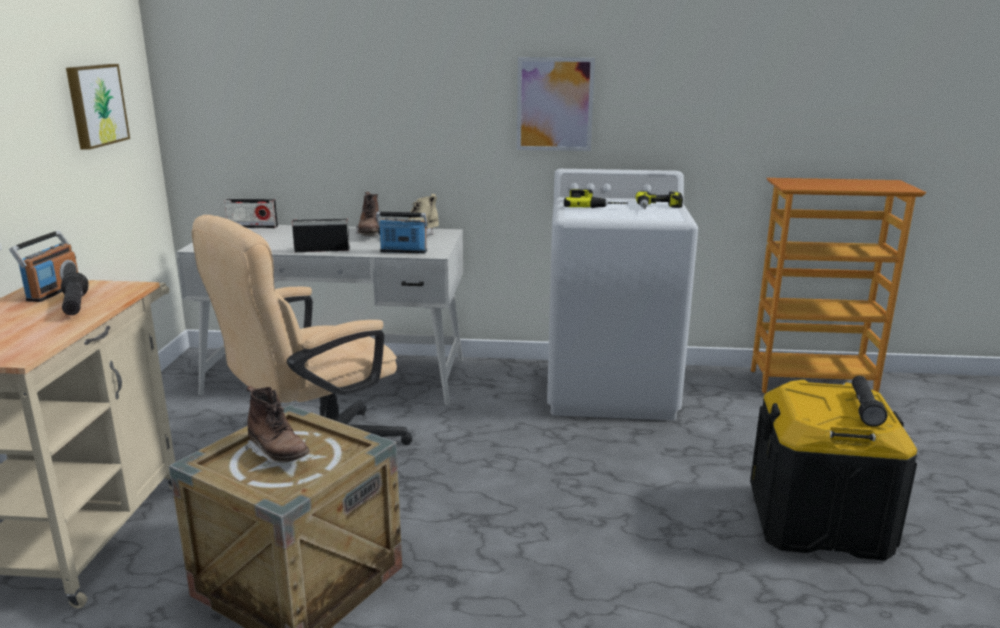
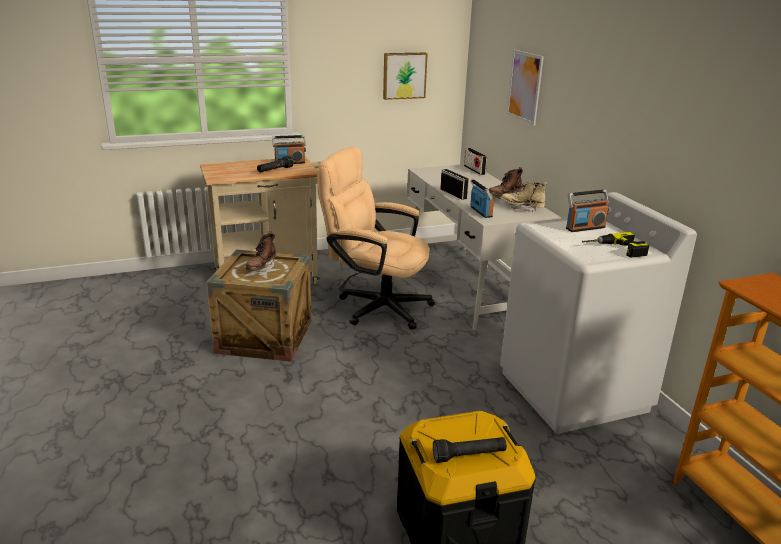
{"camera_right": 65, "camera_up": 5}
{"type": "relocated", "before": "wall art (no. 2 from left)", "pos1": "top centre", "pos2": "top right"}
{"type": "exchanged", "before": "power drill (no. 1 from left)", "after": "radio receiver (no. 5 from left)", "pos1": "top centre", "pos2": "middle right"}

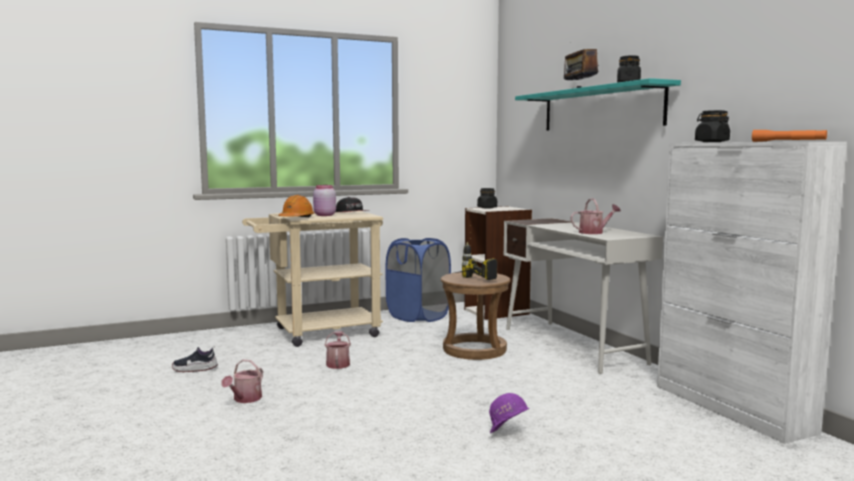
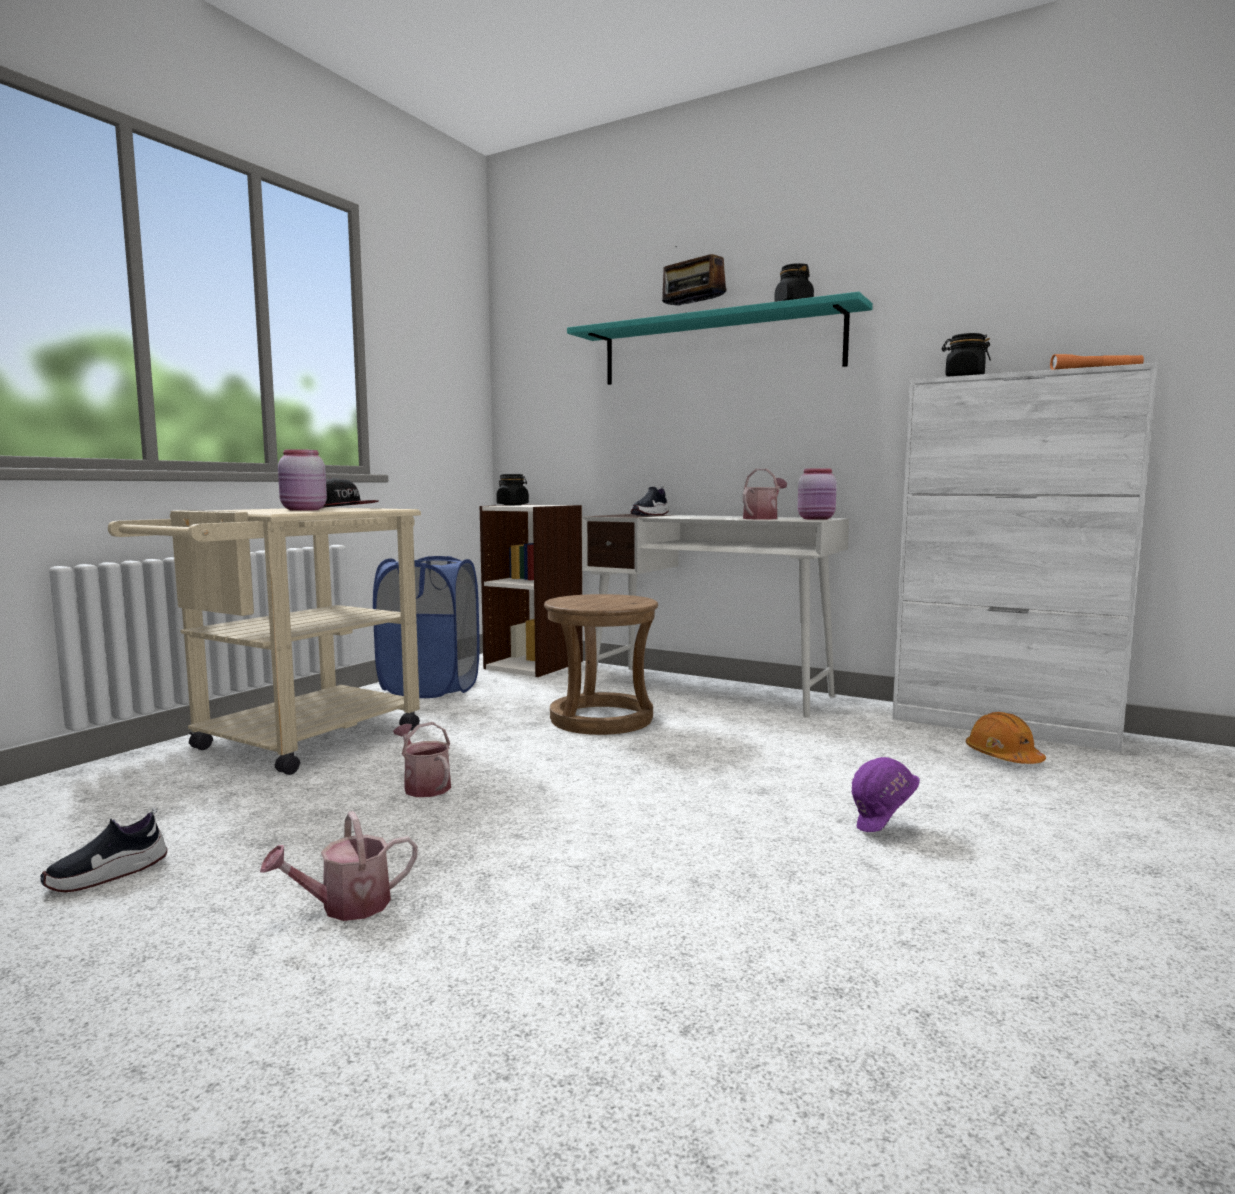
{"camera_right": -35, "camera_up": 0}
{"type": "spun", "before": "sprinkling can (no. 1 from left)", "pos1": "bottom left", "pos2": "bottom left", "turn": 75}
{"type": "appeared", "after": "shoe (no. 2 from left)", "pos2": "centre"}
{"type": "appeared", "after": "pink-coloured storage jar (no. 2 from left)", "pos2": "centre"}
{"type": "relocated", "before": "orange work helmet", "pos1": "centre", "pos2": "middle right"}
{"type": "missing", "before": "power drill", "pos1": "centre"}

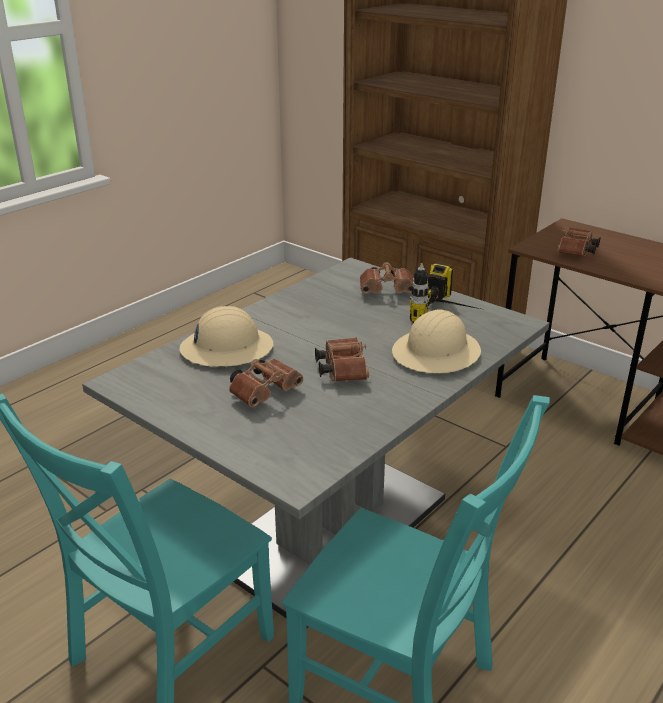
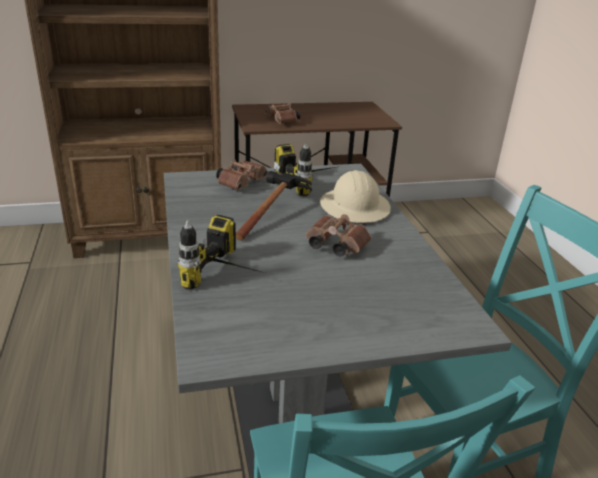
{"camera_right": -55, "camera_up": 0}
{"type": "exchanged", "before": "sand-coloured work helmet (no. 1 from left)", "after": "power drill (no. 1 from left)", "pos1": "centre", "pos2": "centre"}
{"type": "appeared", "after": "hand hammer", "pos2": "centre"}
{"type": "missing", "before": "brown-coloured binoculars (no. 1 from left)", "pos1": "centre"}

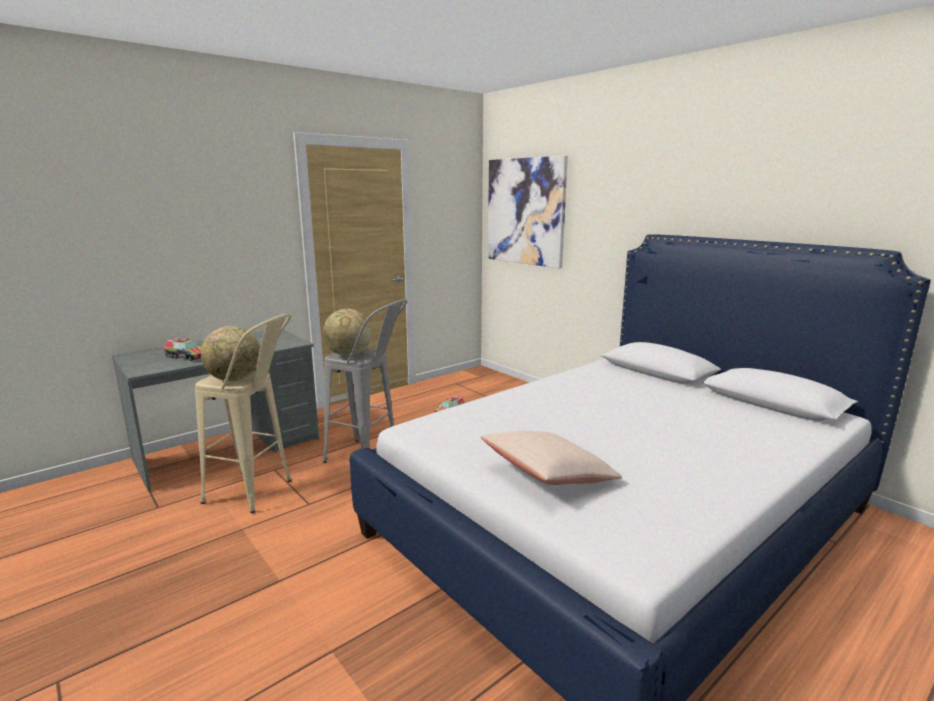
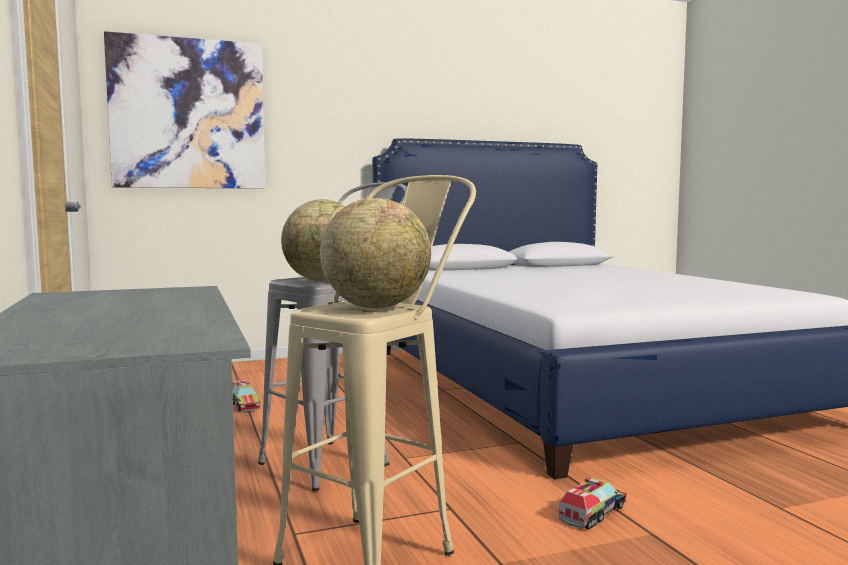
{"camera_right": -70, "camera_up": -10}
{"type": "relocated", "before": "toy lorry (no. 1 from left in the first image)", "after": "toy lorry (no. 2 from left)", "pos1": "middle left", "pos2": "bottom right"}
{"type": "missing", "before": "sand-coloured throw pillow", "pos1": "centre"}

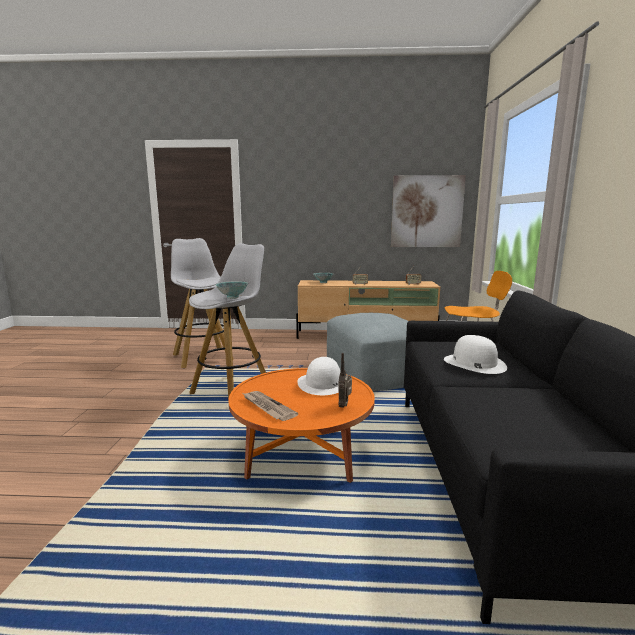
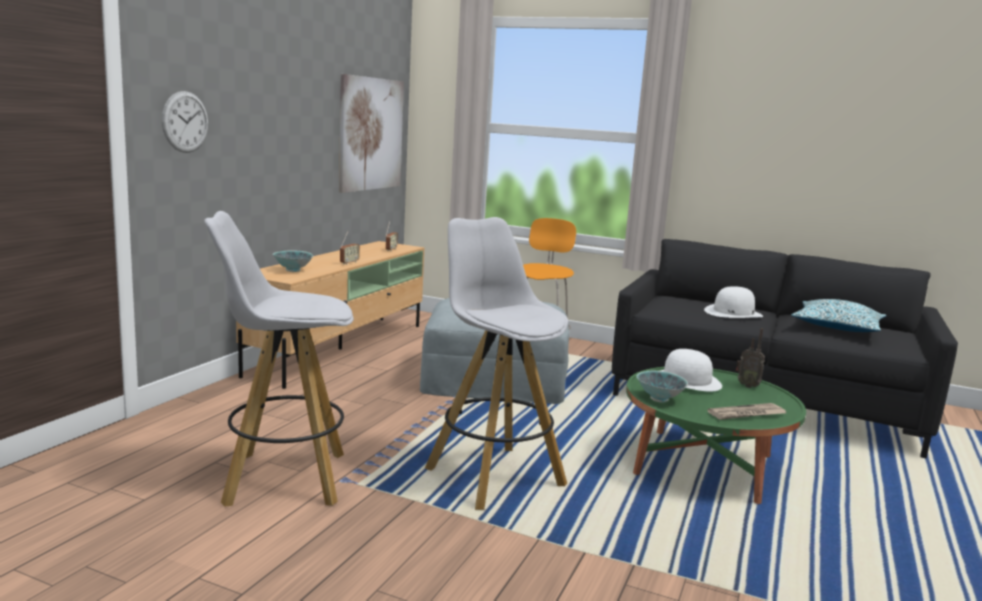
{"camera_right": -70, "camera_up": 0}
{"type": "appeared", "after": "hanging clock", "pos2": "top left"}
{"type": "colour", "before": "orange coffee table", "after": "greenish coffee table", "pos1": "bottom centre", "pos2": "bottom right"}
{"type": "relocated", "before": "serving bowl (no. 1 from left in the first image)", "after": "serving bowl (no. 2 from left)", "pos1": "centre", "pos2": "middle right"}
{"type": "appeared", "after": "throw pillow", "pos2": "middle right"}

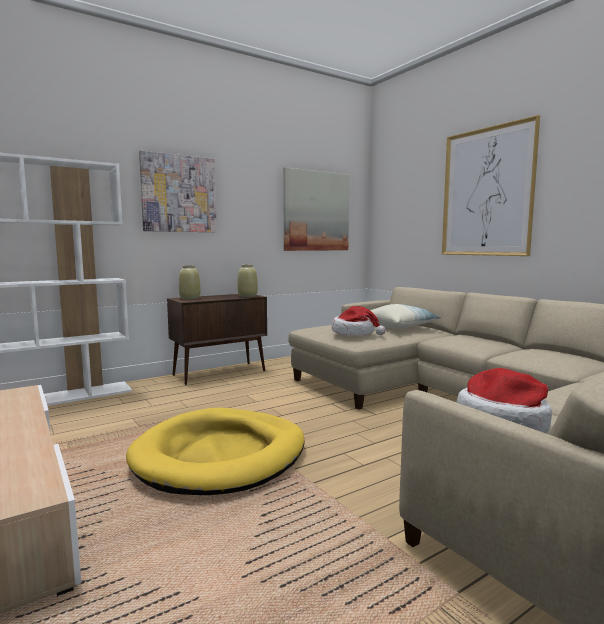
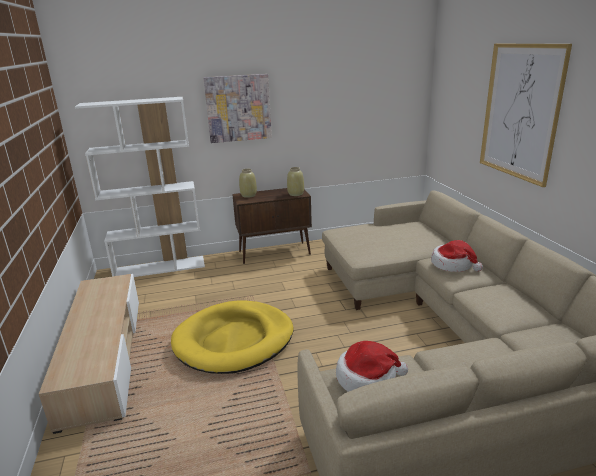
{"camera_right": 20, "camera_up": 15}
{"type": "relocated", "before": "hat (no. 1 from left in the first image)", "after": "hat (no. 2 from left)", "pos1": "centre", "pos2": "middle right"}
{"type": "missing", "before": "wall art (no. 2 from left)", "pos1": "centre"}
{"type": "missing", "before": "throw pillow", "pos1": "middle right"}

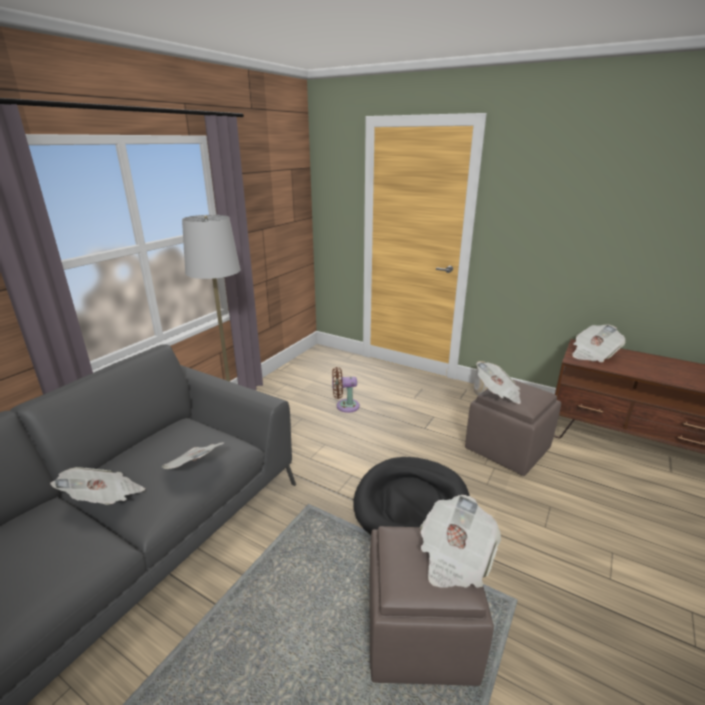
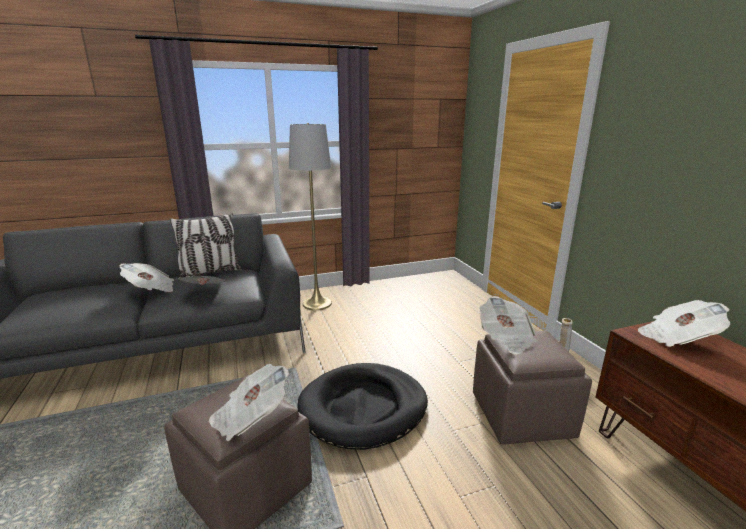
{"camera_right": 40, "camera_up": -5}
{"type": "appeared", "after": "throw pillow", "pos2": "middle left"}
{"type": "missing", "before": "brown-coloured fan", "pos1": "centre"}

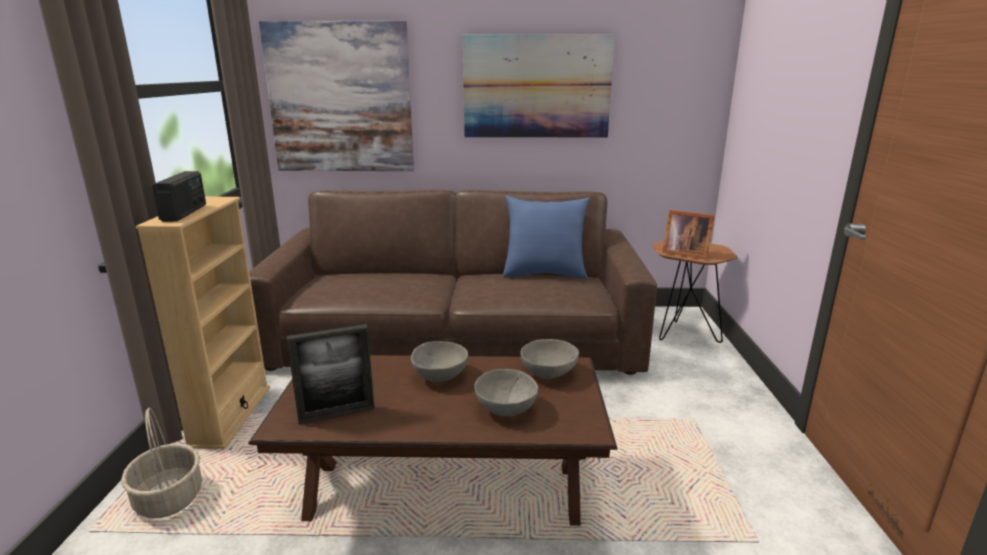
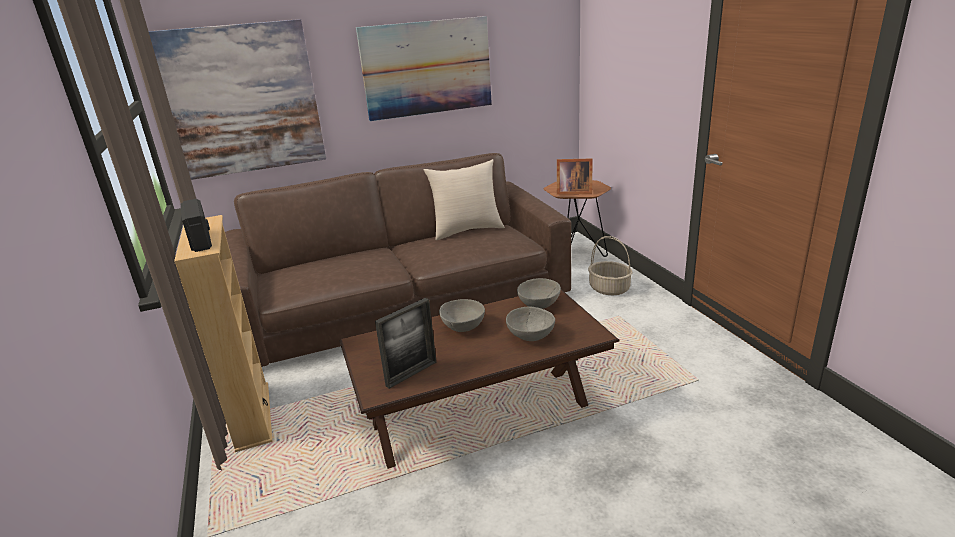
{"camera_right": -20, "camera_up": 5}
{"type": "colour", "before": "bluish throw pillow", "after": "sand-coloured throw pillow", "pos1": "centre", "pos2": "centre"}
{"type": "relocated", "before": "household basket", "pos1": "bottom left", "pos2": "centre"}

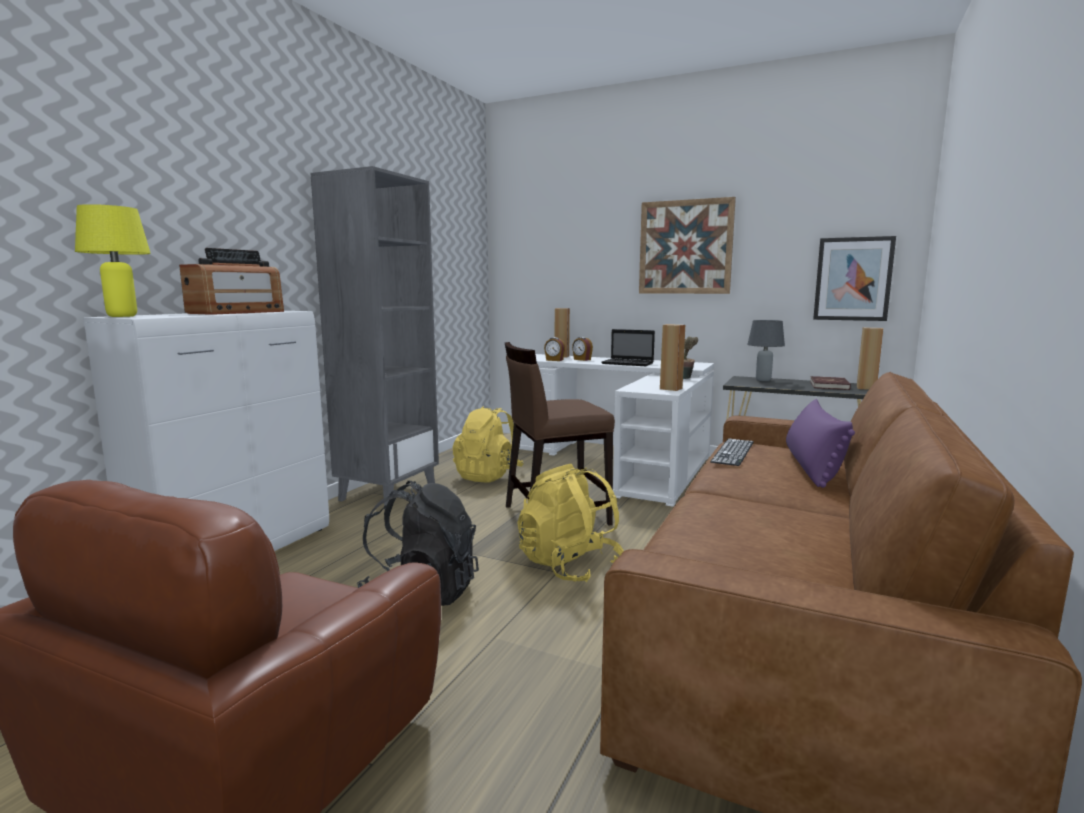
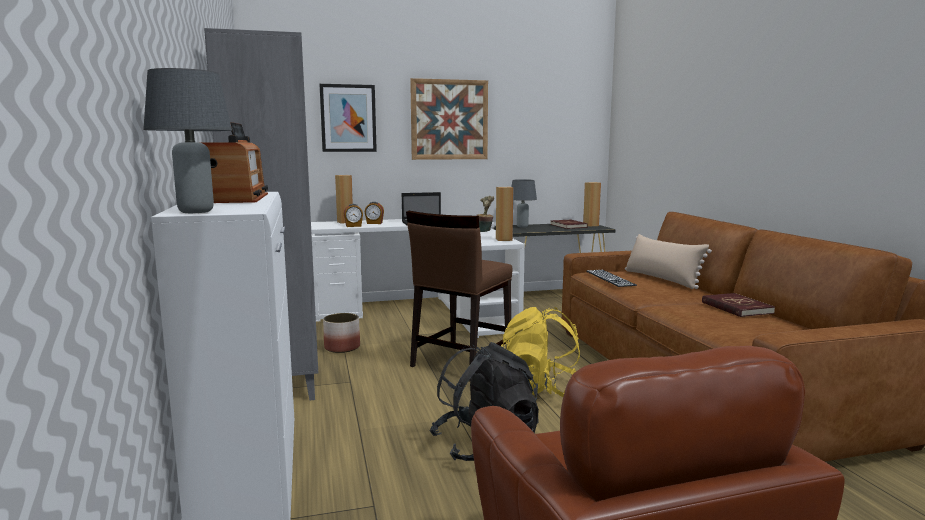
{"camera_right": -40, "camera_up": 0}
{"type": "colour", "before": "yellow-coloured tabletop lamp", "after": "grey tabletop lamp (no. 1 from left)", "pos1": "top left", "pos2": "top left"}
{"type": "relocated", "before": "wall art (no. 2 from left in the first image)", "after": "wall art (no. 1 from left)", "pos1": "middle right", "pos2": "top centre"}
{"type": "exchanged", "before": "yellow-coloured backpack (no. 1 from left)", "after": "flower pot", "pos1": "centre", "pos2": "centre"}
{"type": "colour", "before": "purple throw pillow", "after": "sand-coloured throw pillow", "pos1": "middle right", "pos2": "middle right"}
{"type": "appeared", "after": "red-coloured volume (no. 2 from left)", "pos2": "middle right"}

